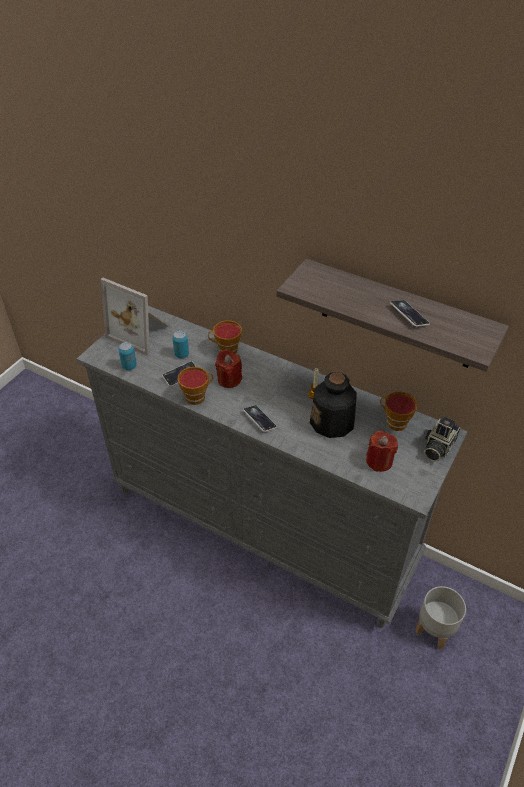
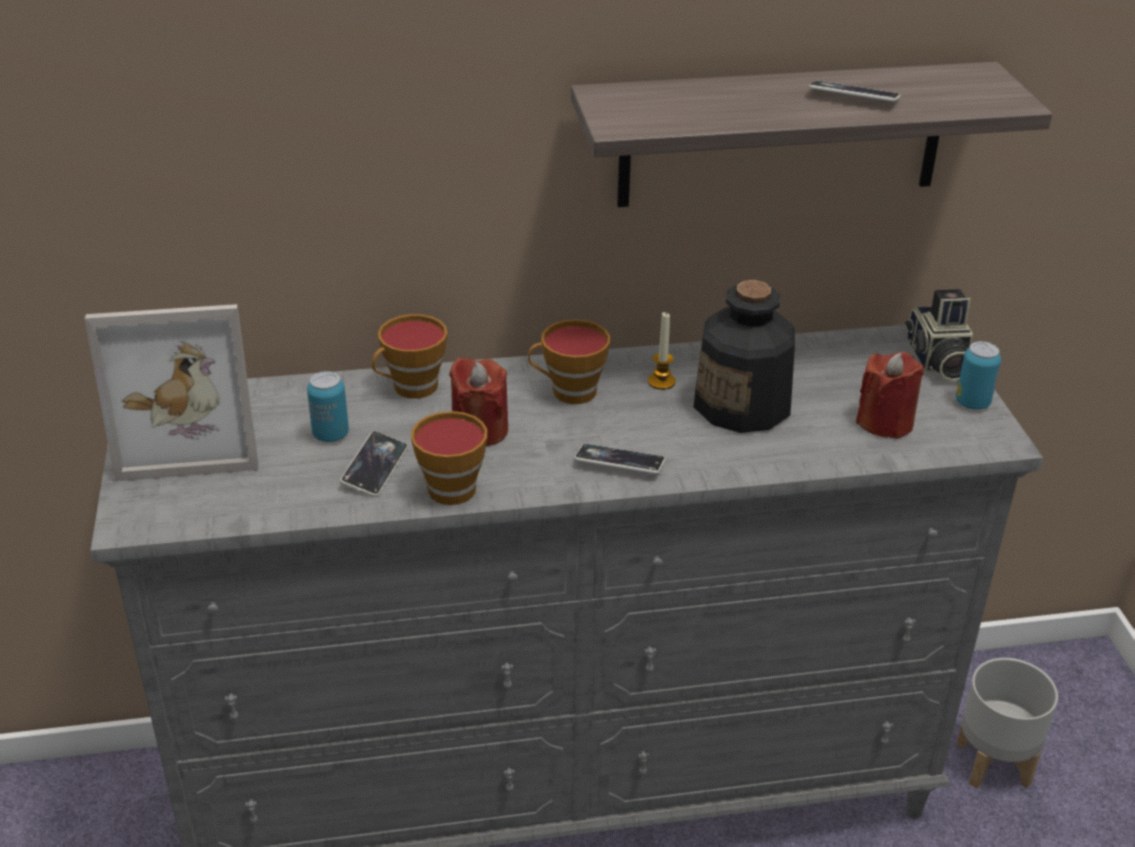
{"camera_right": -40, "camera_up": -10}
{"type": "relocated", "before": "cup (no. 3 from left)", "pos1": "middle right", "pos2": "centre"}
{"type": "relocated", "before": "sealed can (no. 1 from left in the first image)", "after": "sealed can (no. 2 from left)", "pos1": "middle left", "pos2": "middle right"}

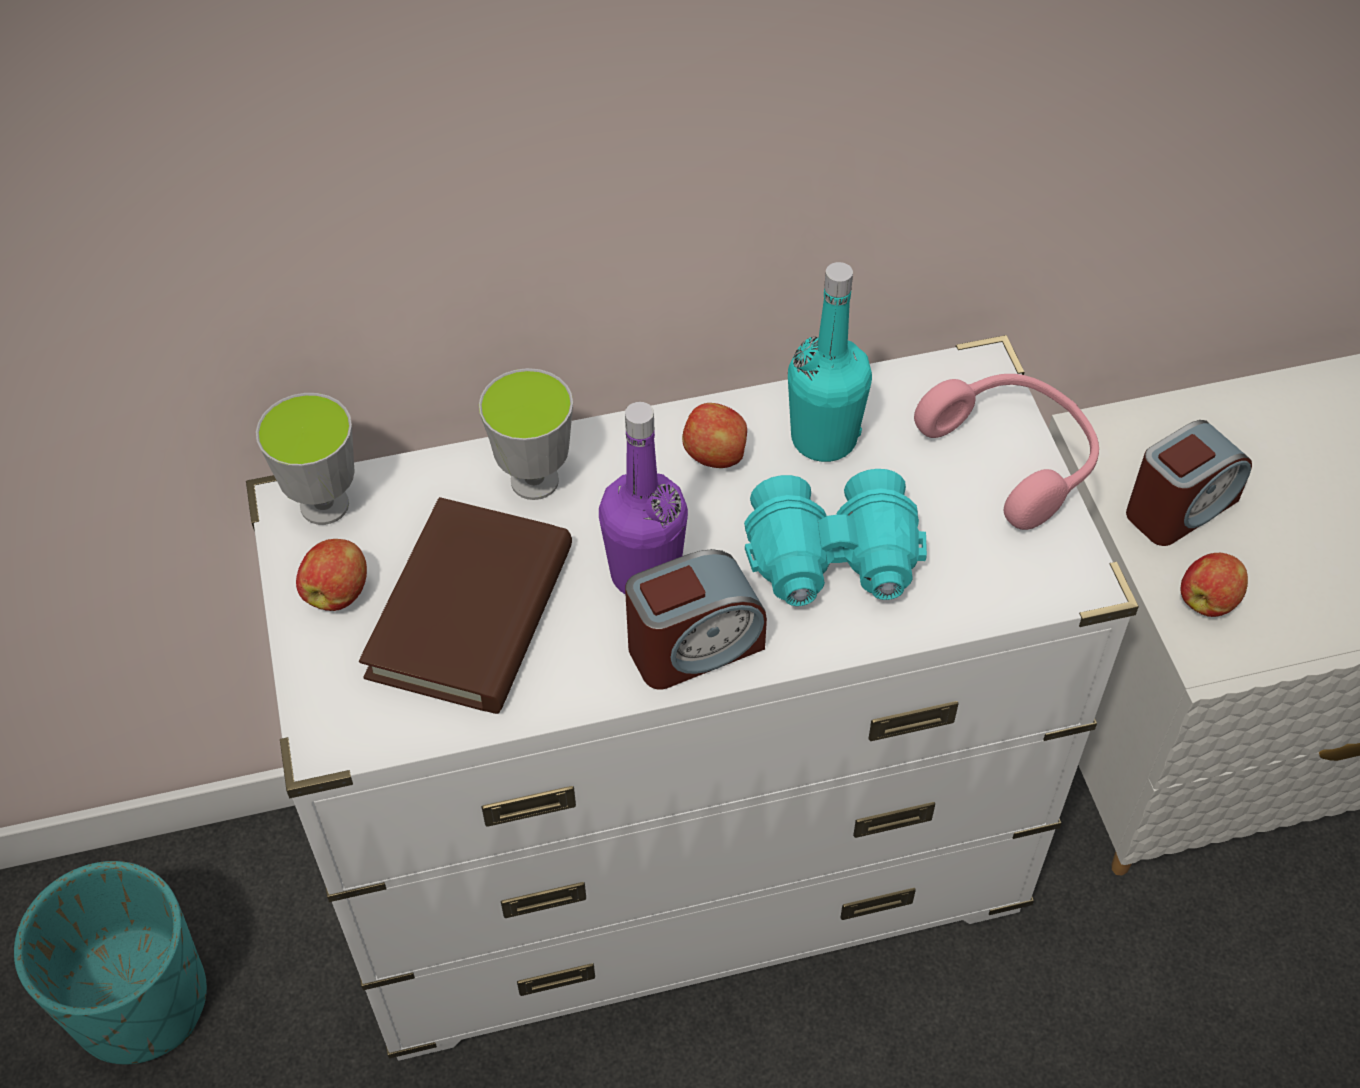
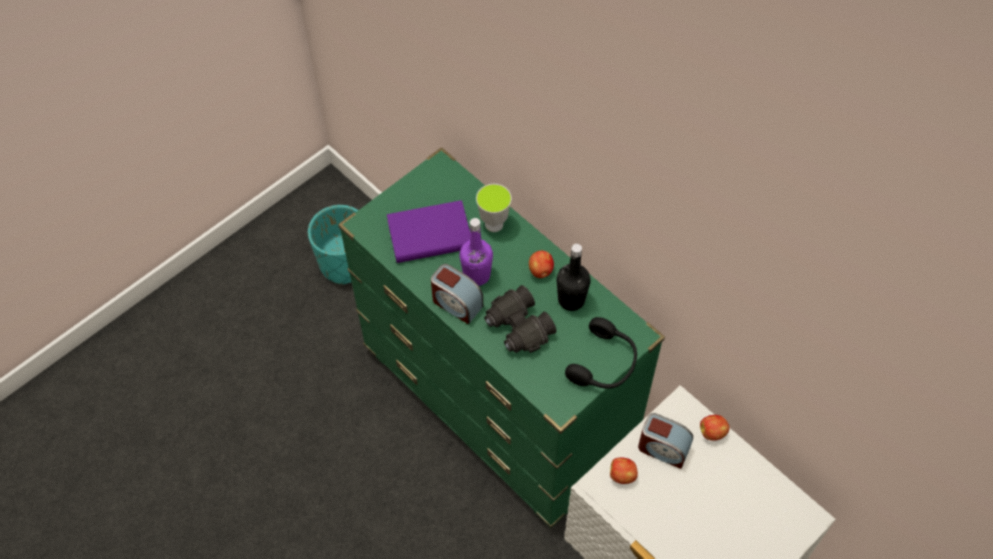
{"camera_right": 60, "camera_up": 5}
{"type": "colour", "before": "white dresser", "after": "greenish dresser", "pos1": "centre", "pos2": "centre"}
{"type": "colour", "before": "brown-coloured volume", "after": "purple volume", "pos1": "centre", "pos2": "centre"}
{"type": "colour", "before": "turquoise-coloured binoculars", "after": "black binoculars", "pos1": "centre", "pos2": "centre"}
{"type": "colour", "before": "turquoise-coloured bottle", "after": "black bottle", "pos1": "top centre", "pos2": "centre"}
{"type": "colour", "before": "pink-coloured headset", "after": "black headset", "pos1": "middle right", "pos2": "centre"}
{"type": "relocated", "before": "apple fruit (no. 1 from left in the first image)", "after": "apple fruit (no. 3 from left)", "pos1": "middle left", "pos2": "bottom right"}
{"type": "missing", "before": "cup (no. 1 from left)", "pos1": "middle left"}

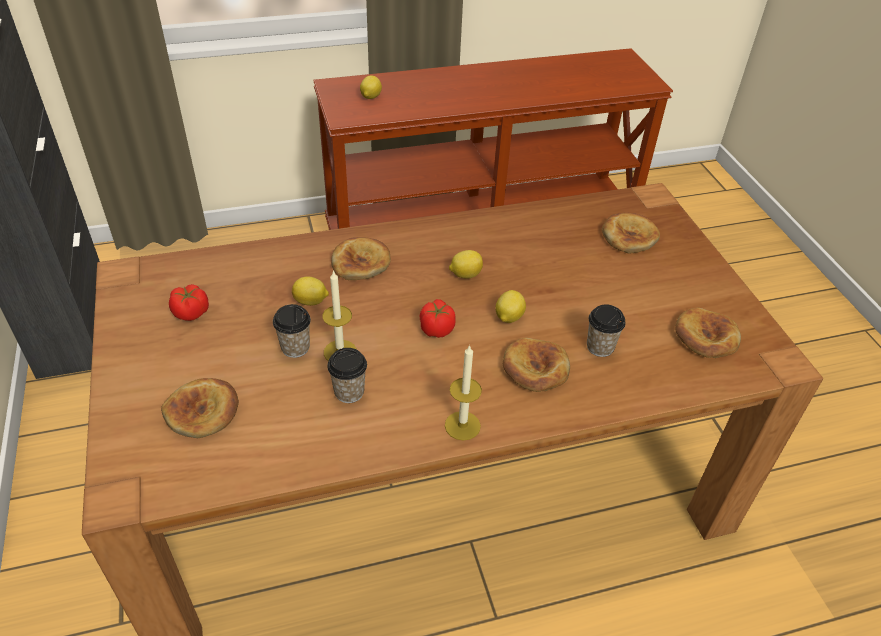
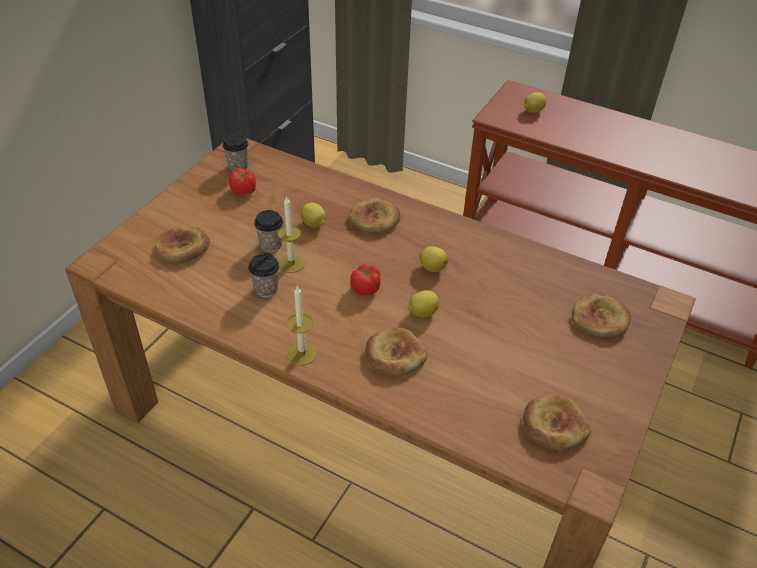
{"camera_right": 45, "camera_up": 0}
{"type": "relocated", "before": "cup (no. 3 from left in the first image)", "after": "cup (no. 1 from left)", "pos1": "middle right", "pos2": "top left"}

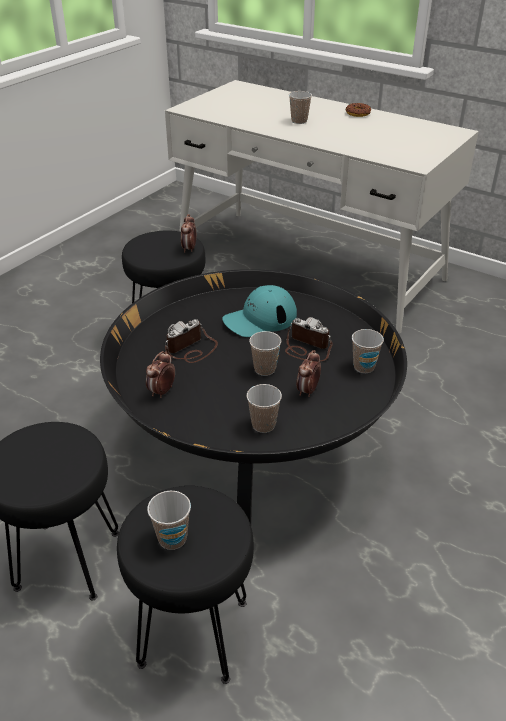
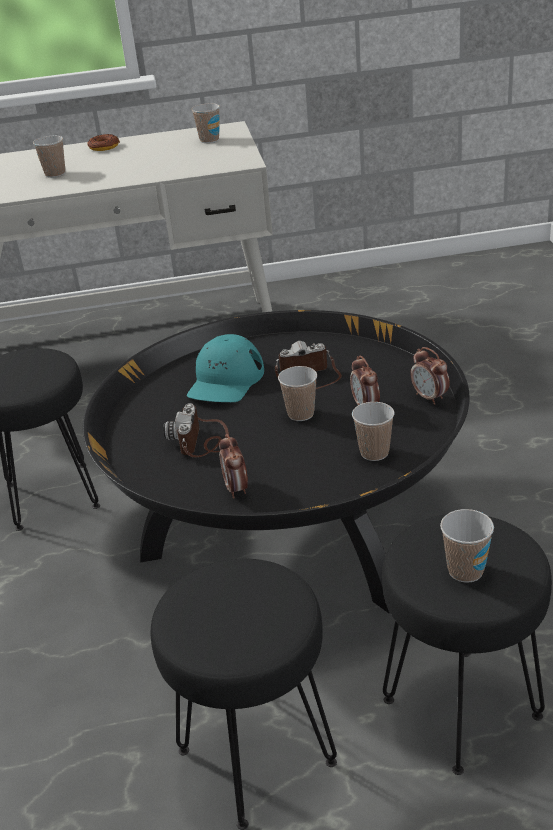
{"camera_right": -40, "camera_up": -5}
{"type": "relocated", "before": "cup (no. 5 from left in the first image)", "after": "cup (no. 2 from left)", "pos1": "middle right", "pos2": "top centre"}
{"type": "relocated", "before": "bedside clock (no. 2 from left in the first image)", "after": "bedside clock (no. 3 from left)", "pos1": "top centre", "pos2": "middle right"}

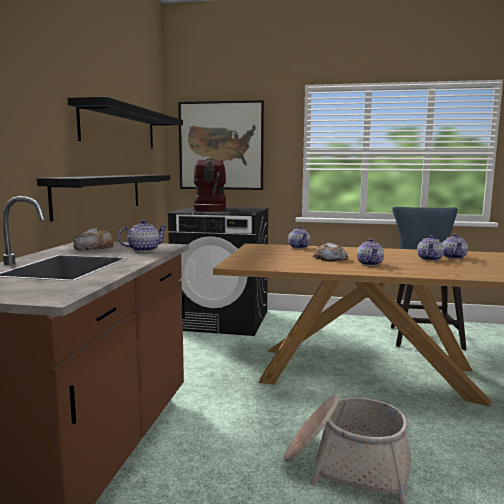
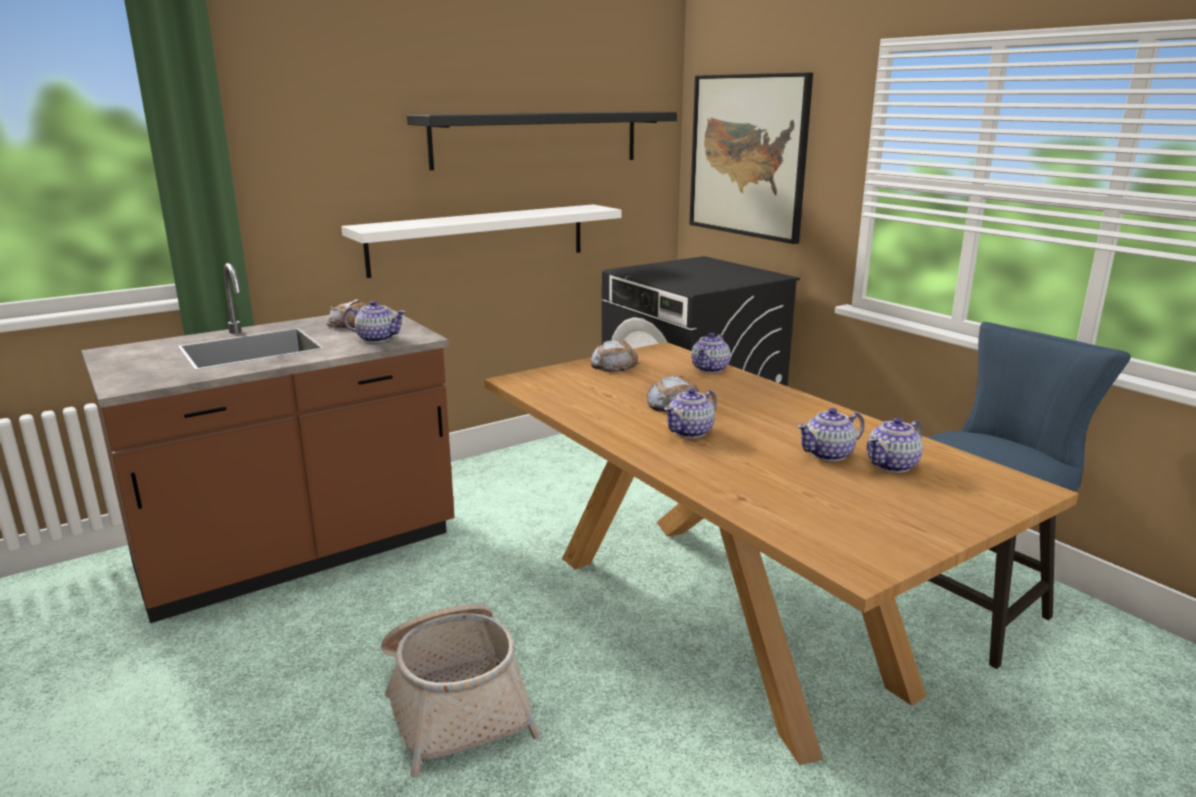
{"camera_right": 45, "camera_up": 10}
{"type": "colour", "before": "black wall shelf (no. 1 from left)", "after": "white wall shelf", "pos1": "middle left", "pos2": "top centre"}
{"type": "appeared", "after": "bread (no. 2 from left)", "pos2": "centre"}
{"type": "missing", "before": "coffee machine", "pos1": "centre"}

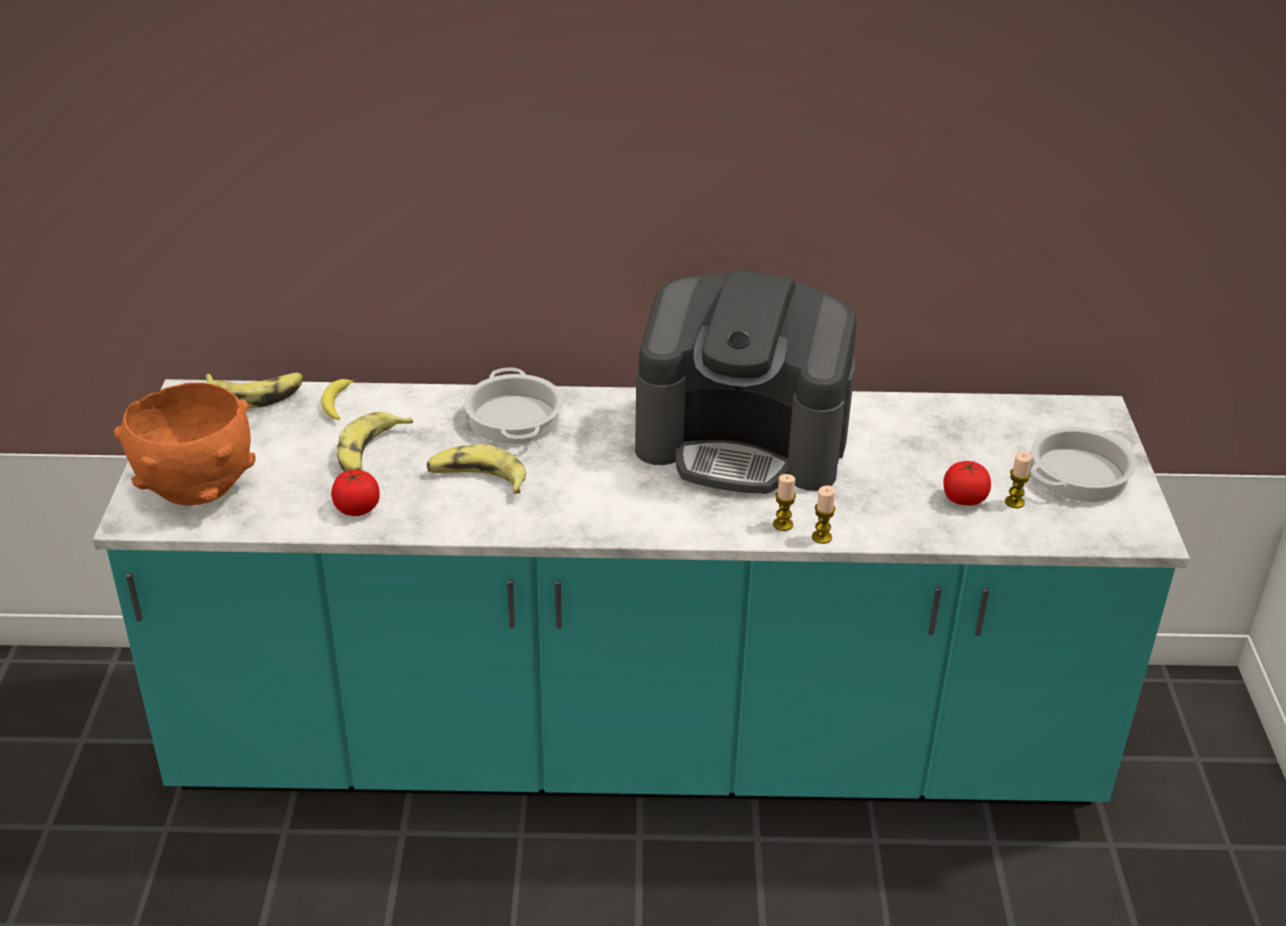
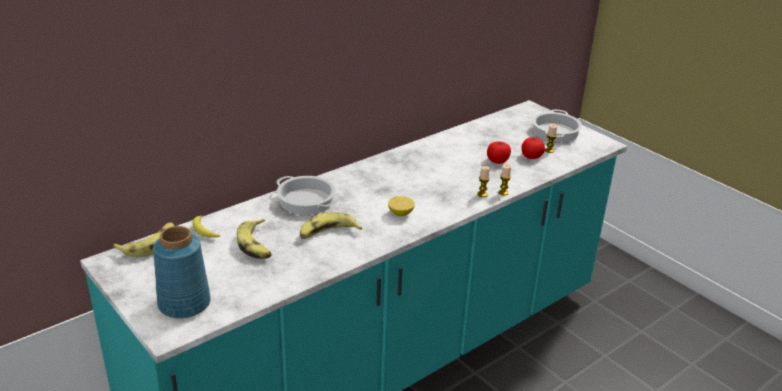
{"camera_right": -40, "camera_up": -5}
{"type": "exchanged", "before": "orange serving bowl", "after": "bluish decorative vase", "pos1": "middle left", "pos2": "bottom left"}
{"type": "appeared", "after": "citrus fruit", "pos2": "centre"}
{"type": "relocated", "before": "tomato (no. 1 from left)", "pos1": "middle left", "pos2": "centre"}
{"type": "missing", "before": "coffee machine", "pos1": "centre"}

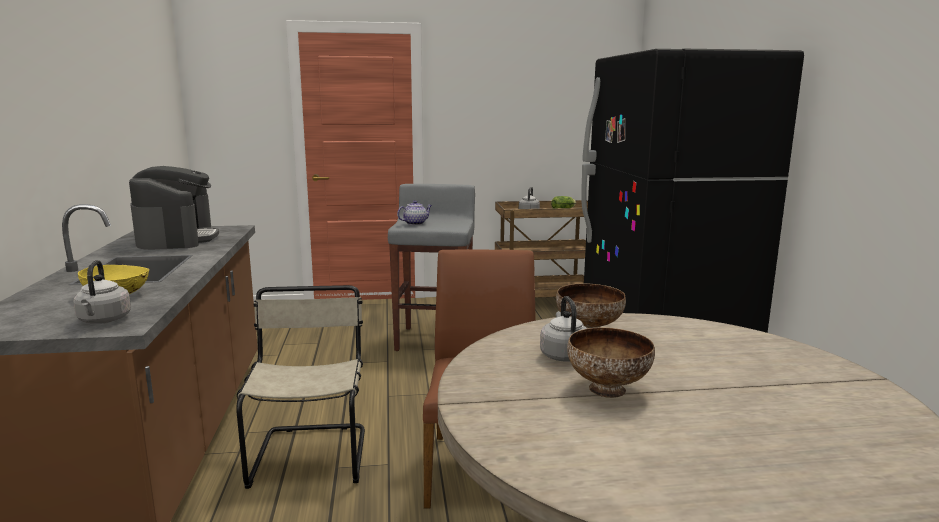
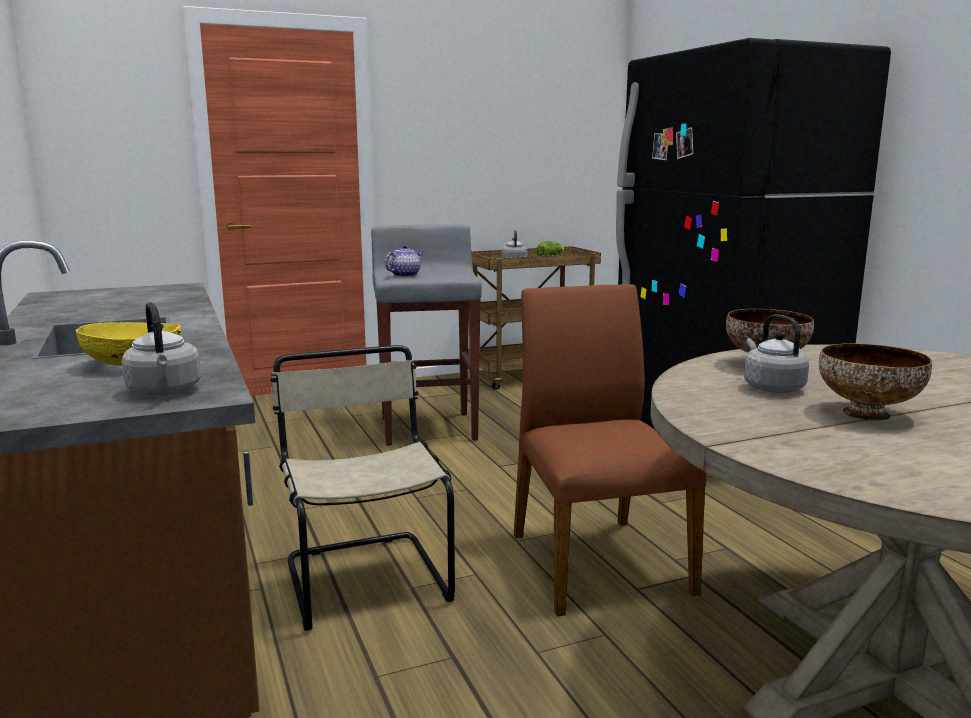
{"camera_right": -15, "camera_up": 0}
{"type": "missing", "before": "coffee machine", "pos1": "middle left"}

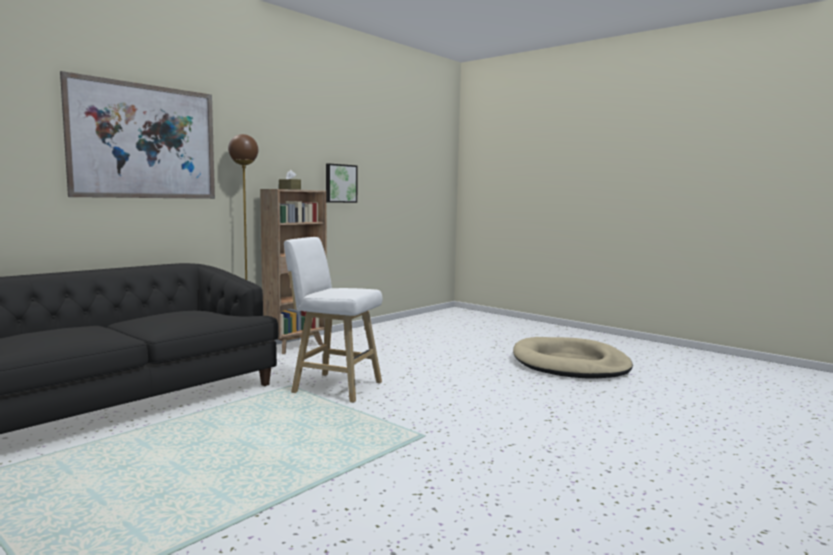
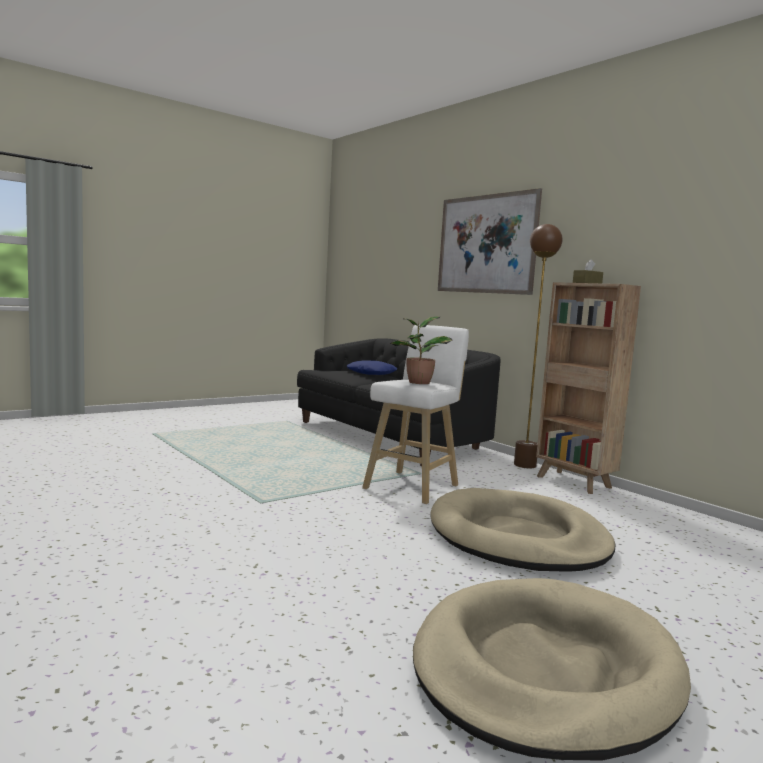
{"camera_right": 100, "camera_up": 0}
{"type": "appeared", "after": "bluish throw pillow", "pos2": "centre"}
{"type": "appeared", "after": "potted plant", "pos2": "centre"}
{"type": "appeared", "after": "sand-coloured dog cushion (no. 1 from left)", "pos2": "bottom right"}
{"type": "missing", "before": "wall art (no. 2 from left)", "pos1": "top centre"}

